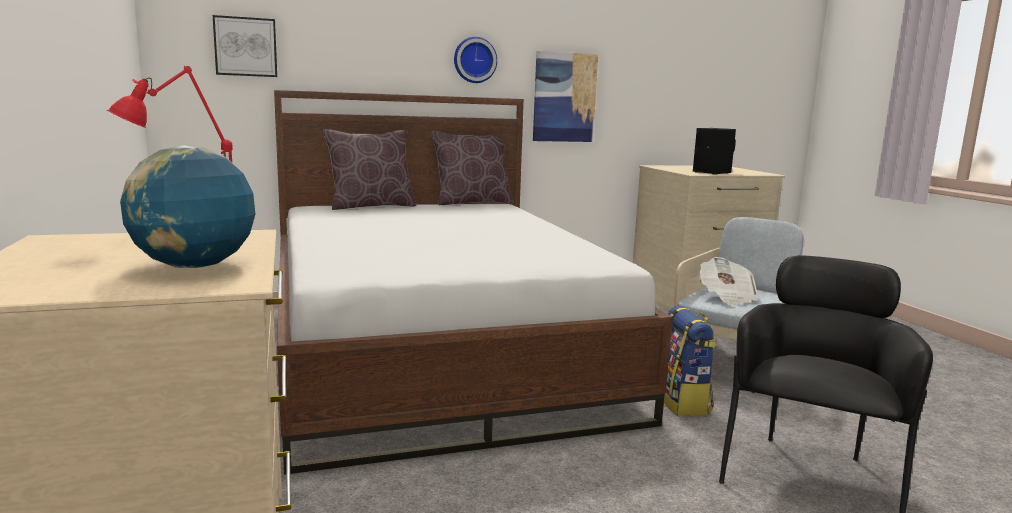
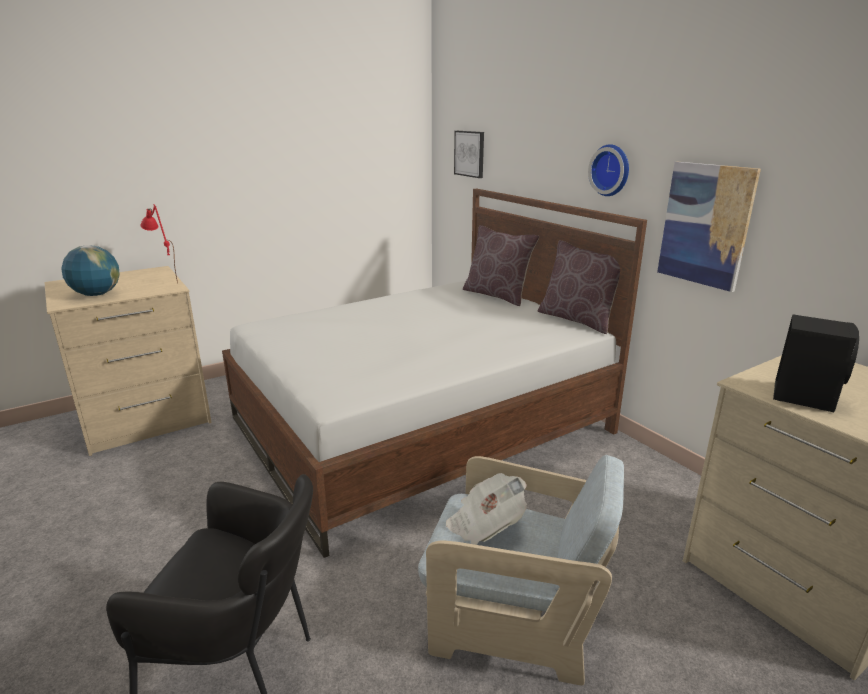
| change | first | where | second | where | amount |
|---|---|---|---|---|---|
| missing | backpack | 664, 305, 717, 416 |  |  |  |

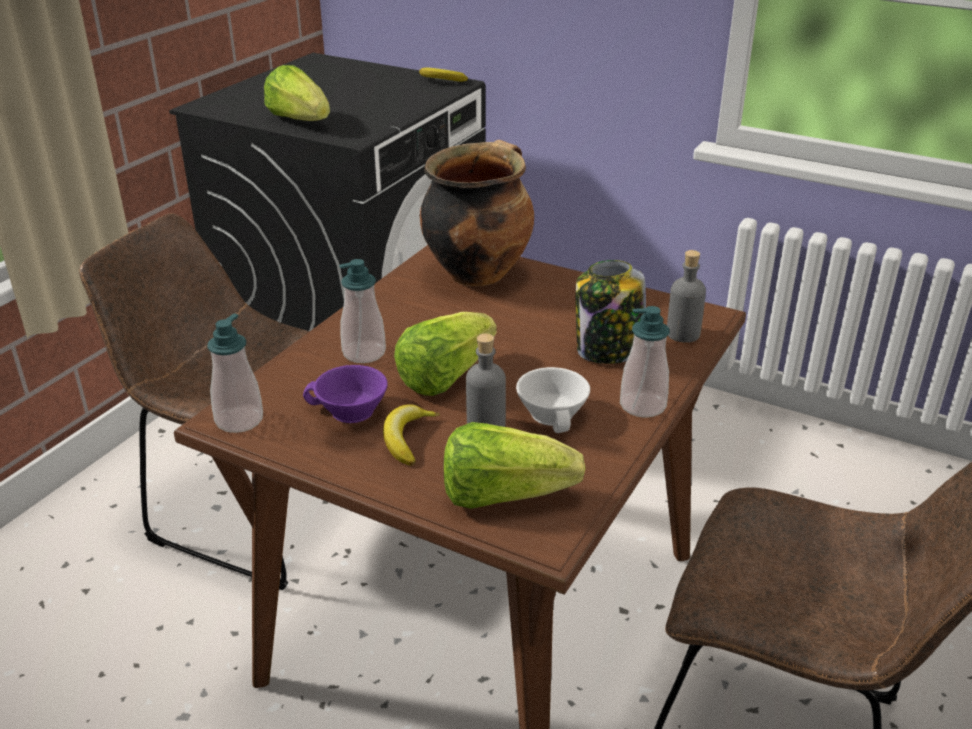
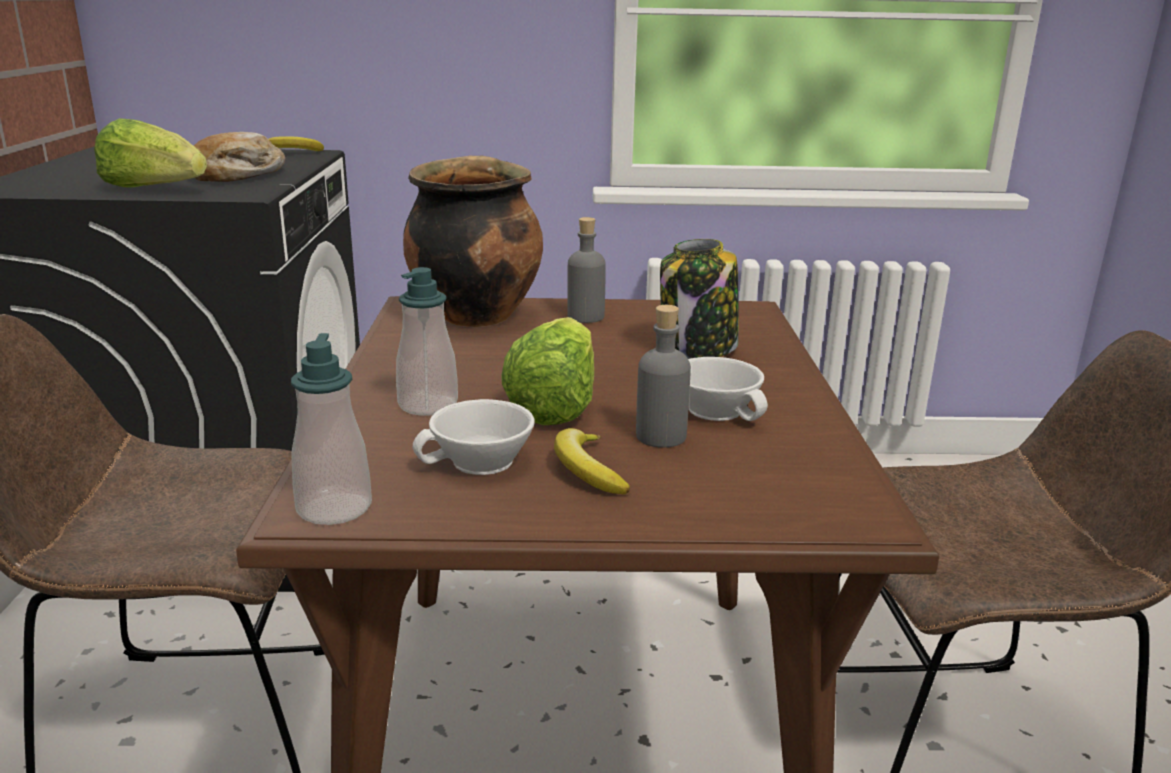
| change | first | where | second | where | amount |
|---|---|---|---|---|---|
| missing | lettuce | 444, 422, 585, 509 |  |  |  |
| missing | soap dispenser | 620, 306, 669, 418 |  |  |  |
| appeared |  |  | bread | 194, 132, 285, 182 |  |
| relocated | grey bottle | 667, 250, 706, 343 |  | 567, 217, 606, 323 |  |
| colour | purple cup | 303, 365, 388, 423 | white cup | 413, 399, 535, 475 |  |

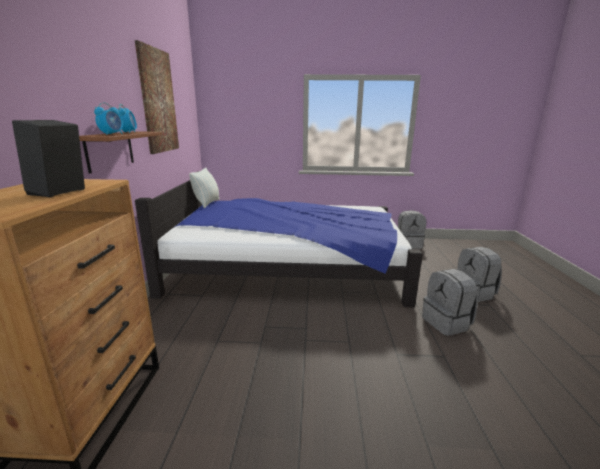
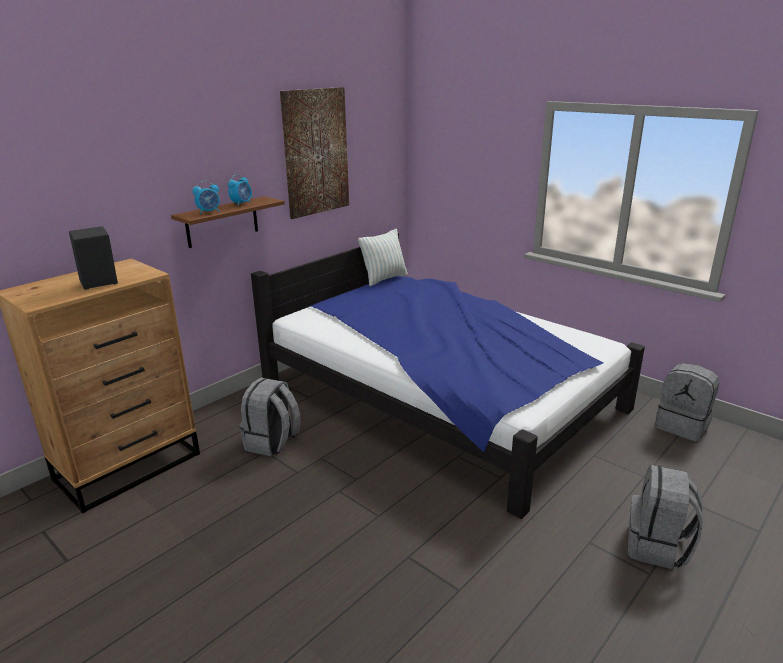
| change | first | where | second | where | amount |
|---|---|---|---|---|---|
| relocated | grey backpack | 422, 269, 478, 336 |  | 239, 378, 301, 457 |  |

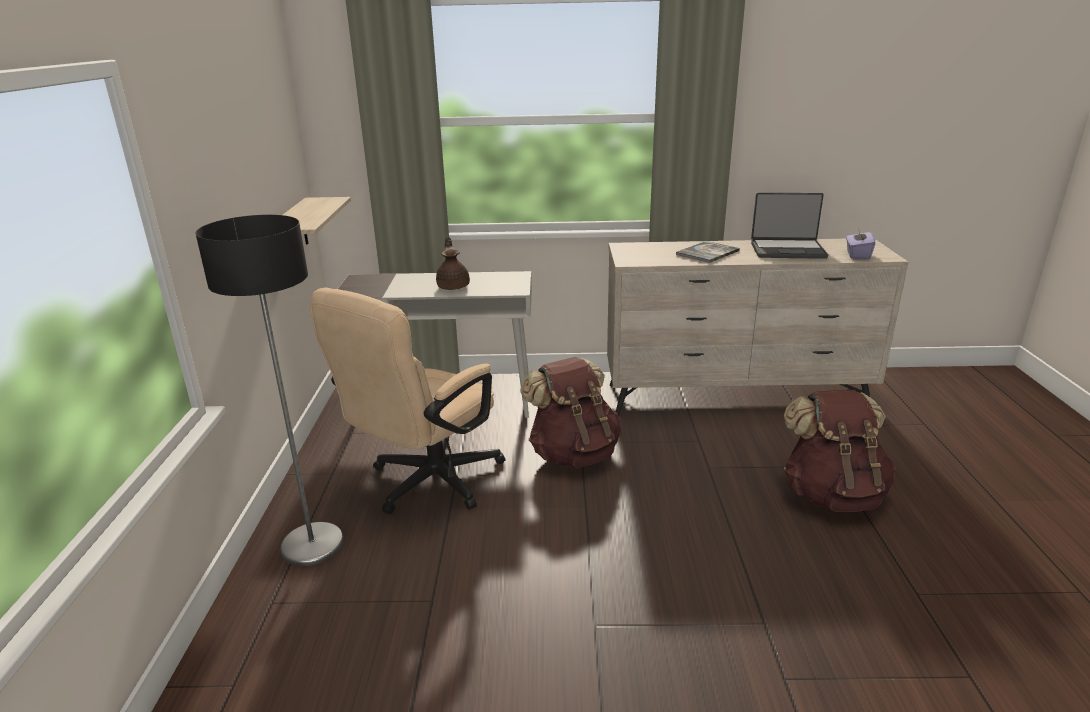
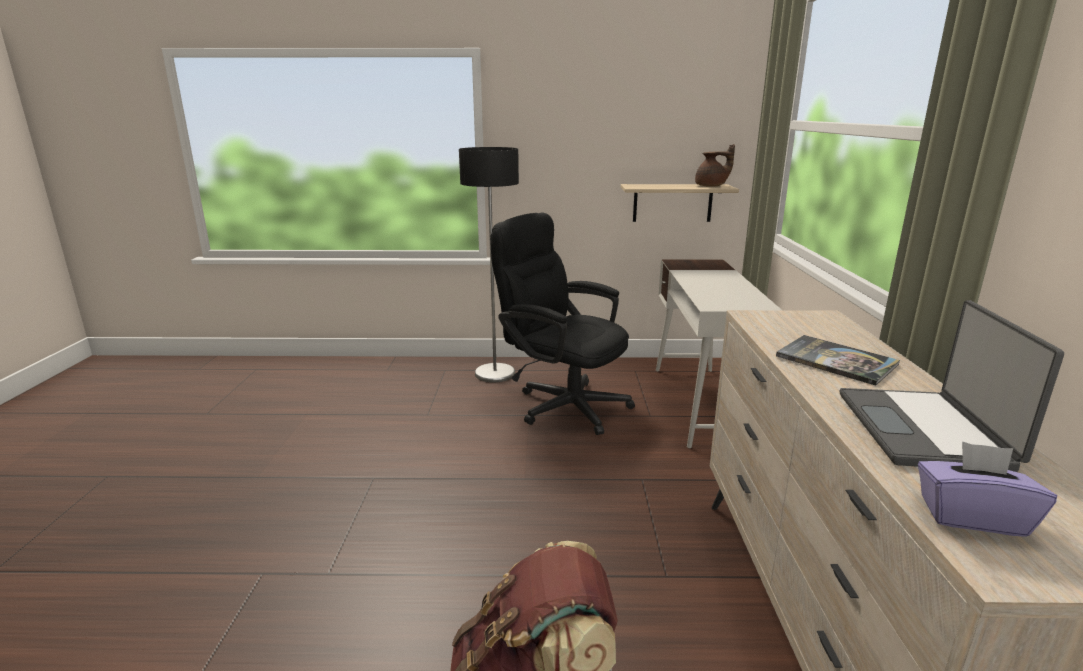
| change | first | where | second | where | amount |
|---|---|---|---|---|---|
| missing | brown backpack | 520, 357, 621, 468 |  |  |  |
| relocated | brown teapot | 436, 237, 470, 290 |  | 695, 144, 735, 187 |  |
| colour | beige office chair | 310, 288, 505, 514 | black office chair | 490, 213, 635, 435 |  |

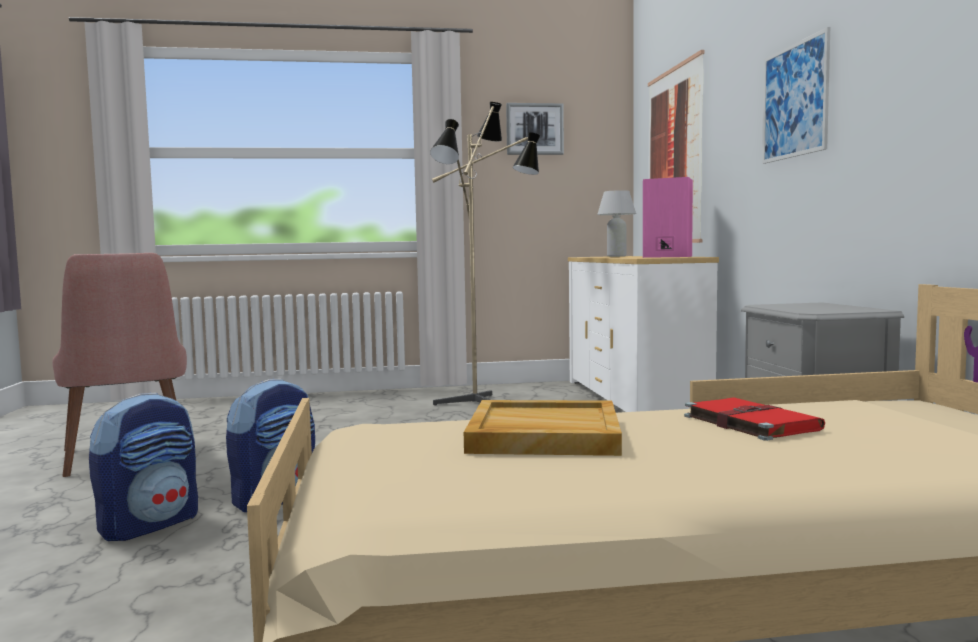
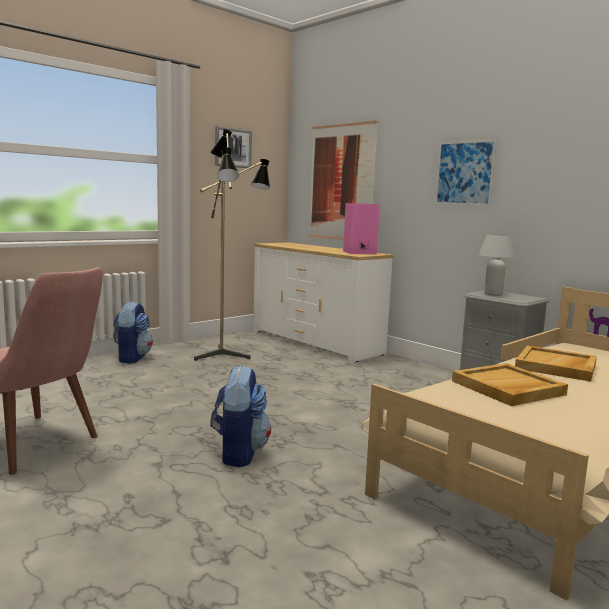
| change | first | where | second | where | amount |
|---|---|---|---|---|---|
| relocated | backpack | 89, 393, 198, 541 |  | 113, 301, 153, 364 |  |
| relocated | white table lamp | 597, 190, 636, 257 |  | 479, 234, 516, 296 |  |
| exchanged | red book | 684, 397, 825, 441 | beige tray | 515, 345, 597, 382 |  |

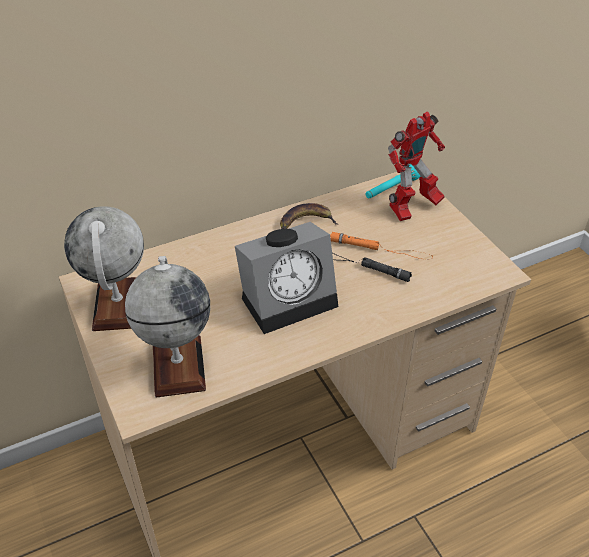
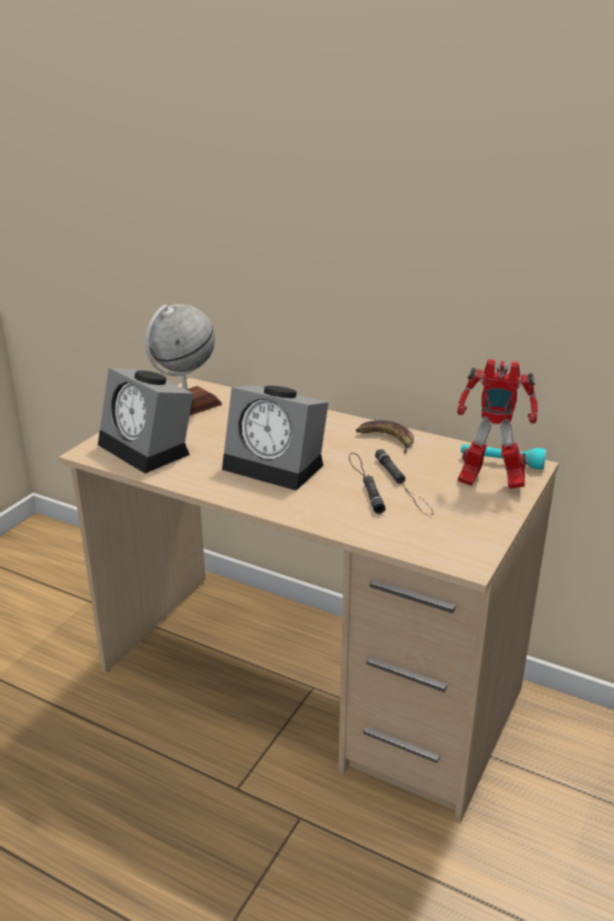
| change | first | where | second | where | amount |
|---|---|---|---|---|---|
| exchanged | globe | 125, 256, 210, 398 | alarm clock | 98, 368, 193, 473 |  |
| colour | orange flashlight | 330, 232, 433, 260 | black flashlight | 375, 449, 433, 515 |  |

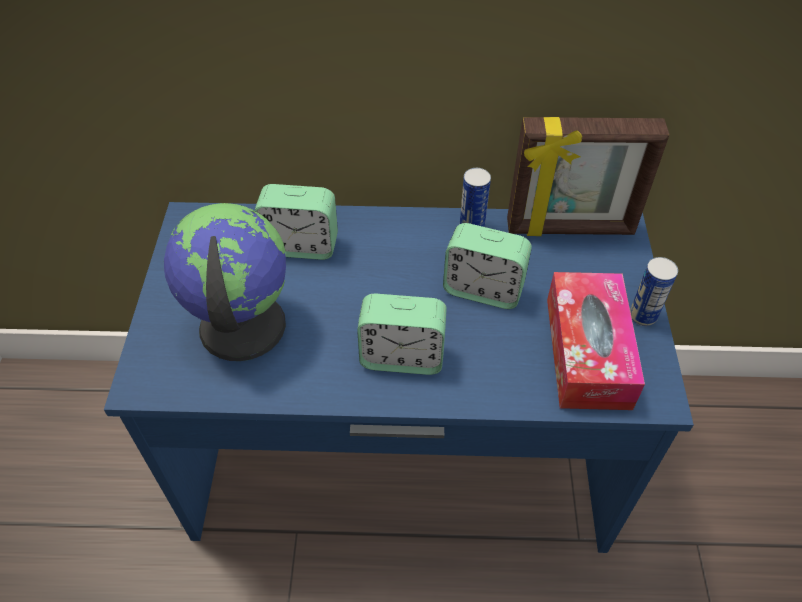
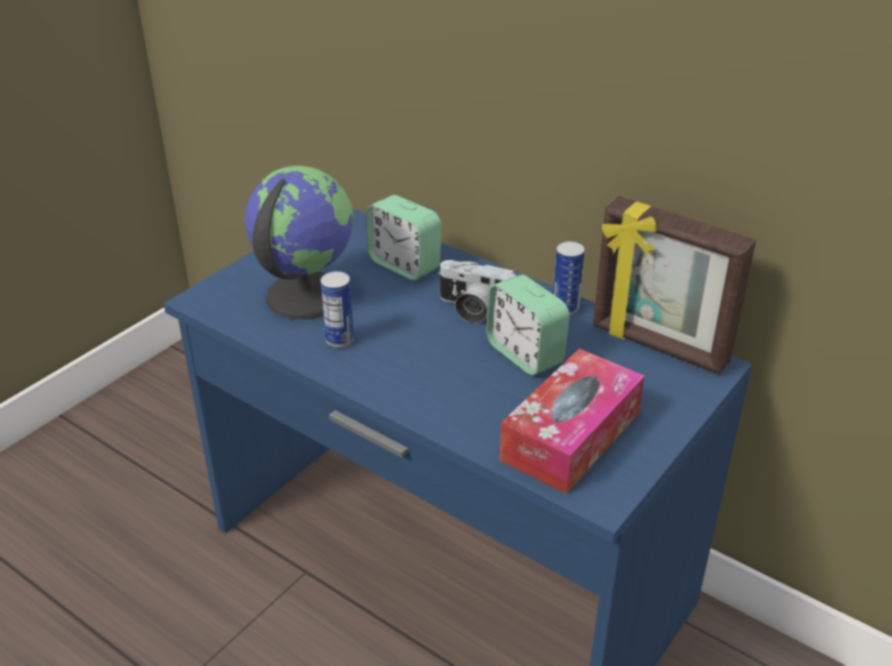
| change | first | where | second | where | amount |
|---|---|---|---|---|---|
| missing | alarm clock | 357, 294, 447, 375 |  |  |  |
| appeared |  |  | photo camera | 438, 260, 516, 323 |  |
| relocated | can | 630, 257, 678, 326 |  | 320, 271, 354, 348 |  |

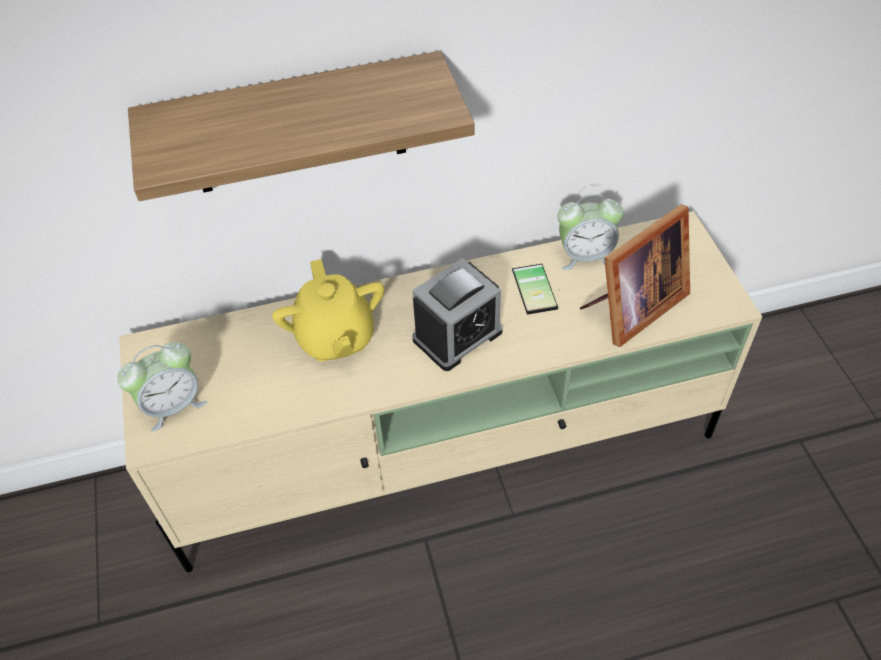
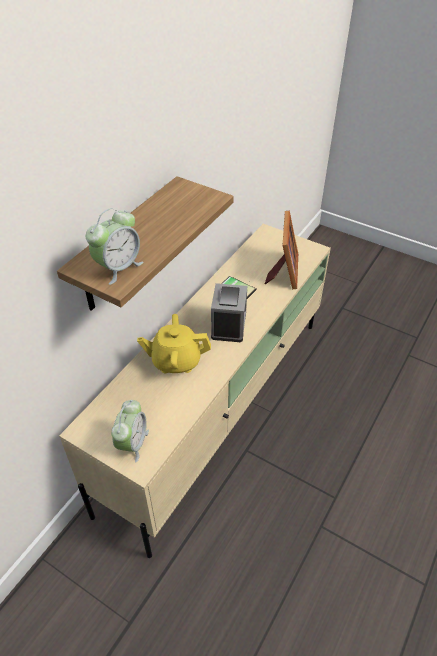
| change | first | where | second | where | amount |
|---|---|---|---|---|---|
| relocated | alarm clock | 557, 194, 624, 270 |  | 86, 208, 143, 285 |  |
| spun | yellow teapot | 272, 259, 384, 362 |  | 137, 314, 211, 373 | 150 degrees clockwise |

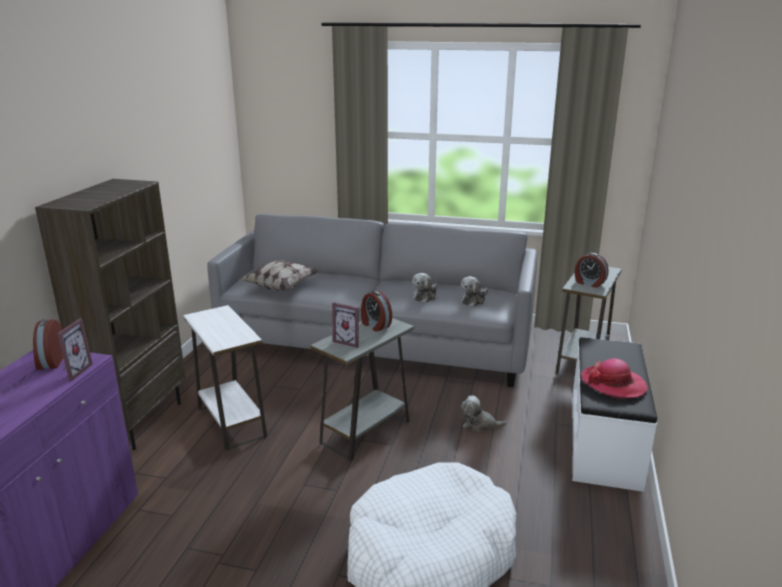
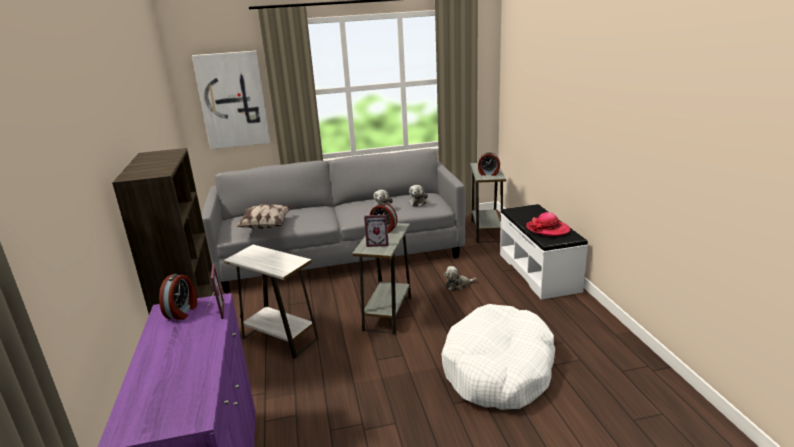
| change | first | where | second | where | amount |
|---|---|---|---|---|---|
| appeared |  |  | picture | 192, 51, 270, 149 |  |
| spun | alarm clock | 33, 319, 63, 370 |  | 159, 274, 197, 320 | 135 degrees counterclockwise |

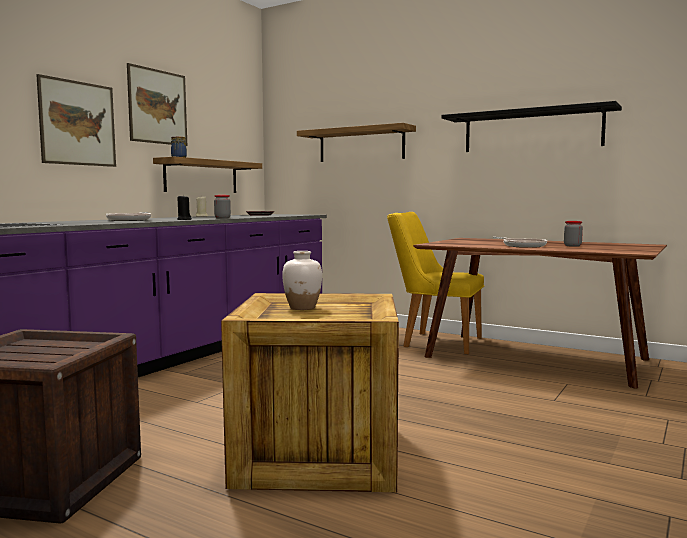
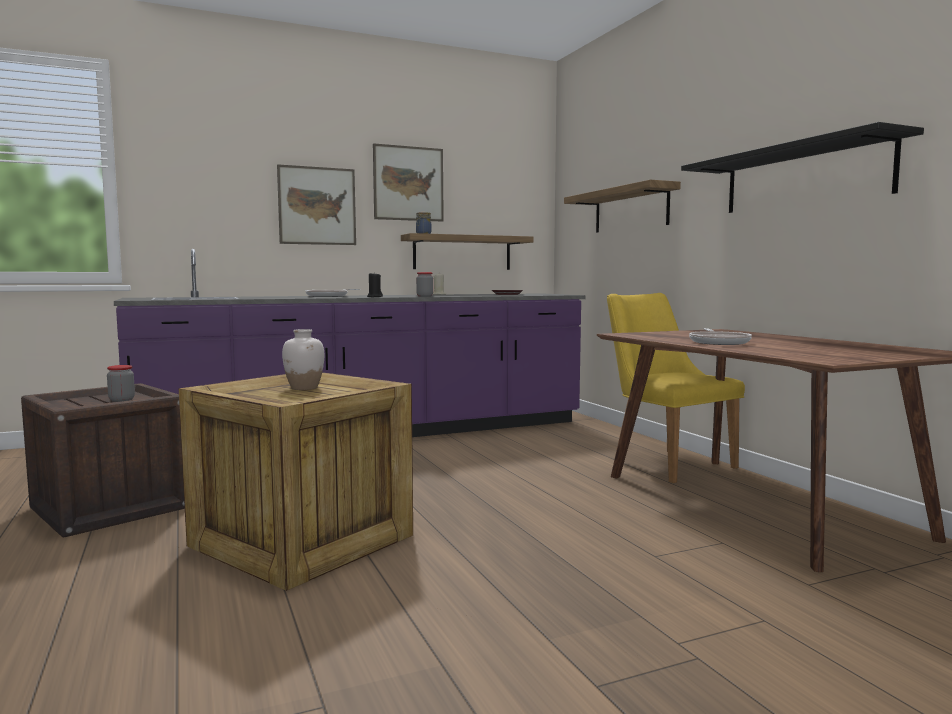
| change | first | where | second | where | amount |
|---|---|---|---|---|---|
| relocated | jar | 564, 221, 583, 247 |  | 107, 365, 135, 402 |  |

